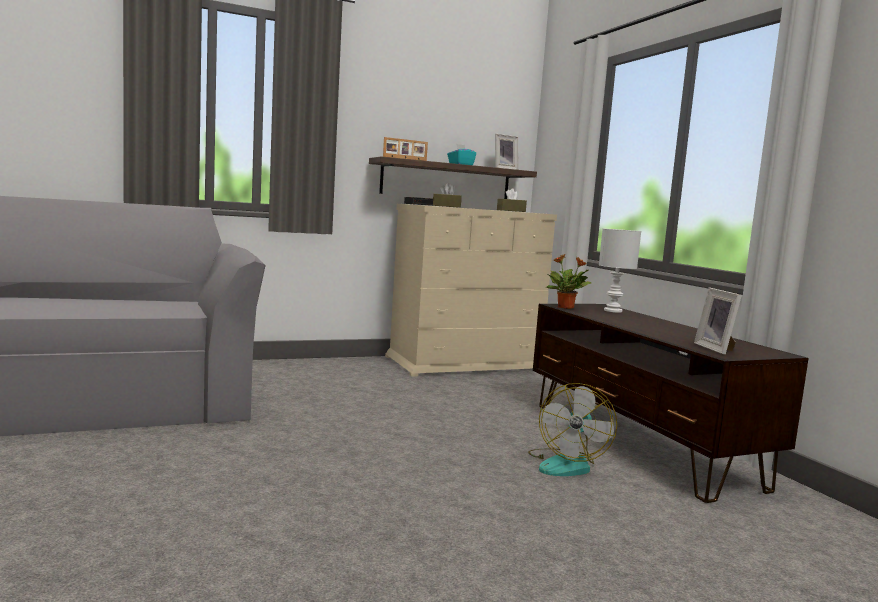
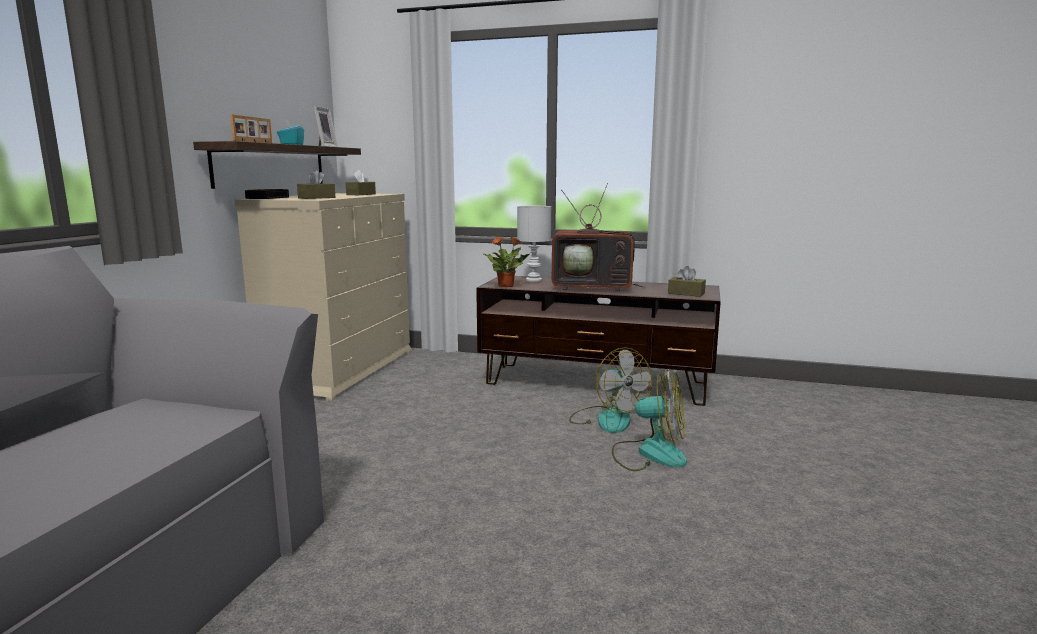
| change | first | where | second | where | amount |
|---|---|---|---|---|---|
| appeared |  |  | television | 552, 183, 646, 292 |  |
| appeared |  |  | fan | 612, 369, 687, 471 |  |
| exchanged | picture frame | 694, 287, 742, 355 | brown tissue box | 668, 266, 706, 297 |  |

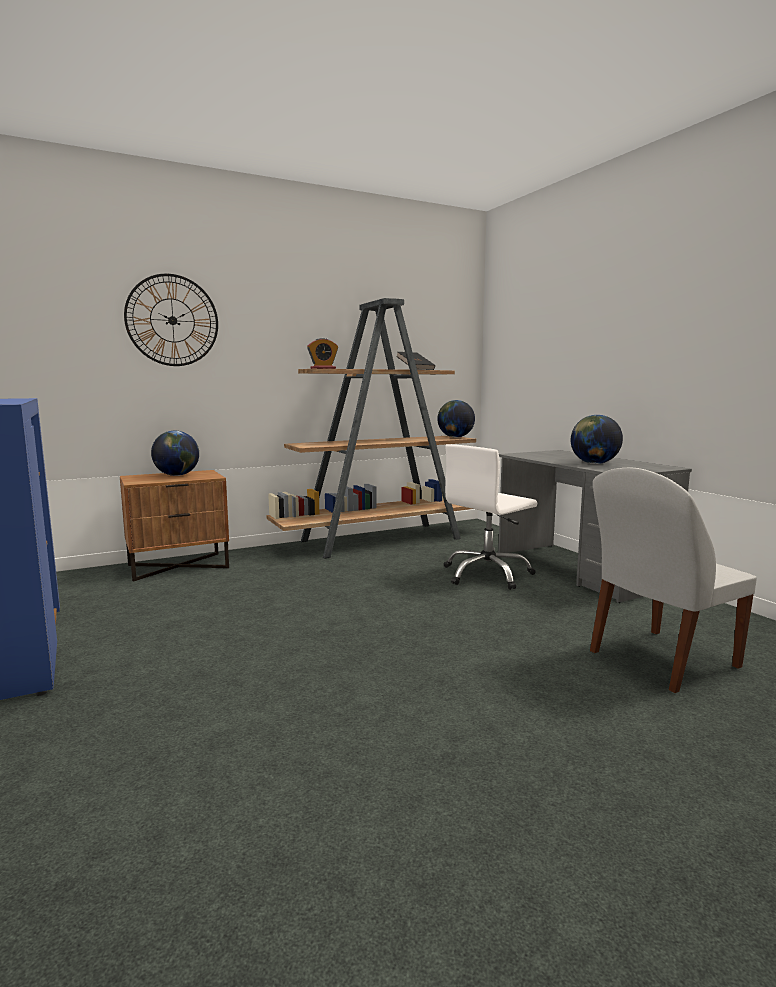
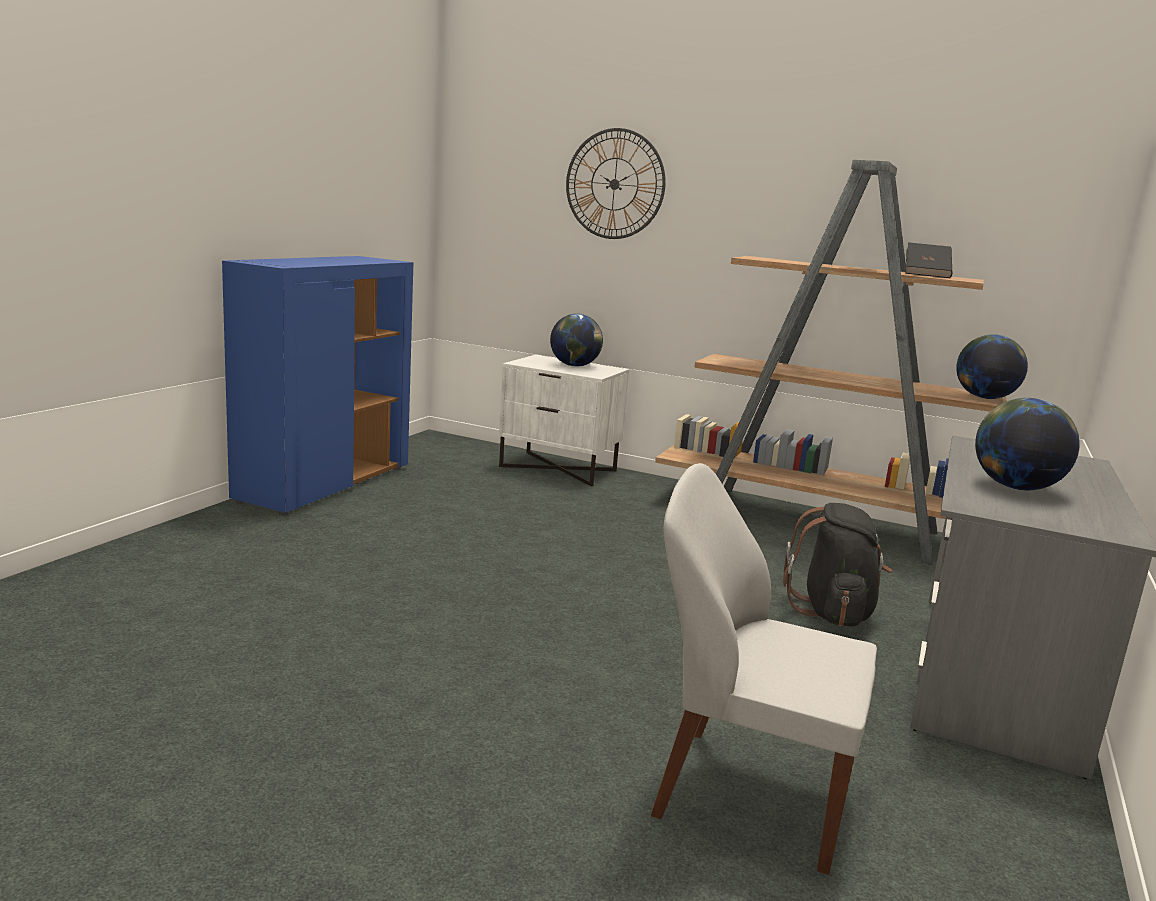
| change | first | where | second | where | amount |
|---|---|---|---|---|---|
| missing | alarm clock | 307, 338, 338, 369 |  |  |  |
| exchanged | white office chair | 444, 444, 537, 590 | black backpack | 783, 503, 892, 627 |  |
| colour | brown nightstand | 120, 470, 229, 581 | white nightstand | 499, 355, 629, 487 |  |

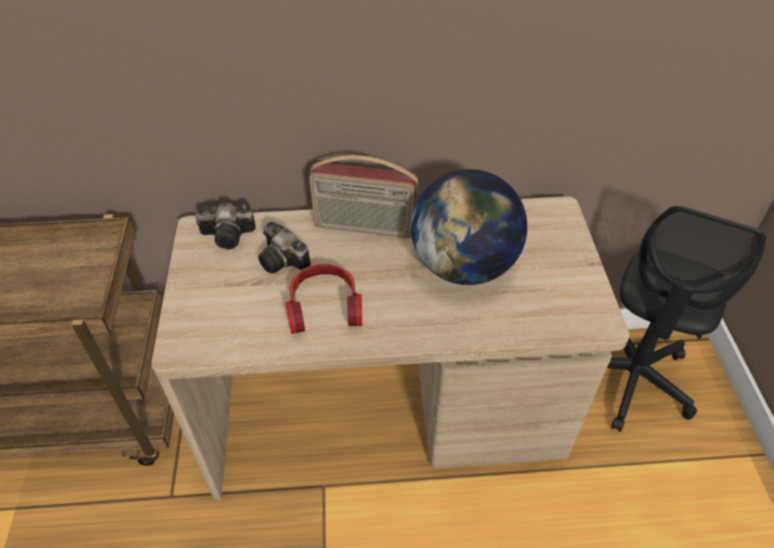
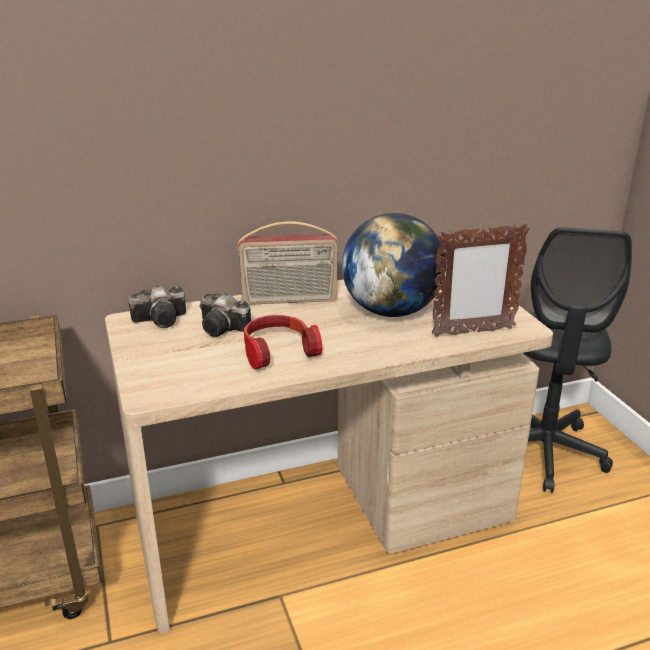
| change | first | where | second | where | amount |
|---|---|---|---|---|---|
| appeared |  |  | picture frame | 432, 223, 530, 337 |  |

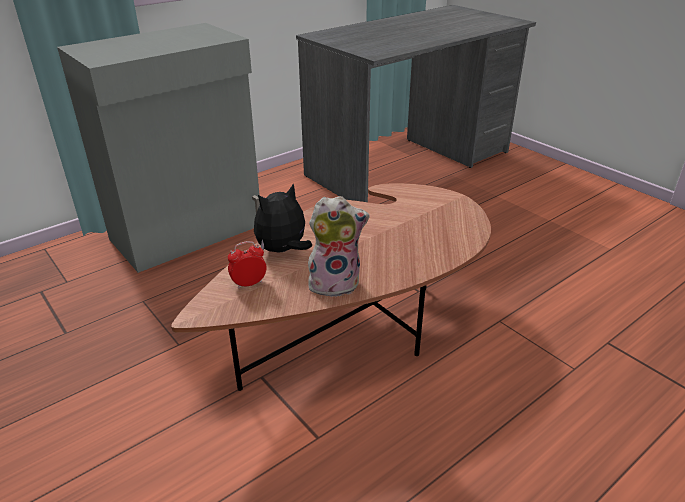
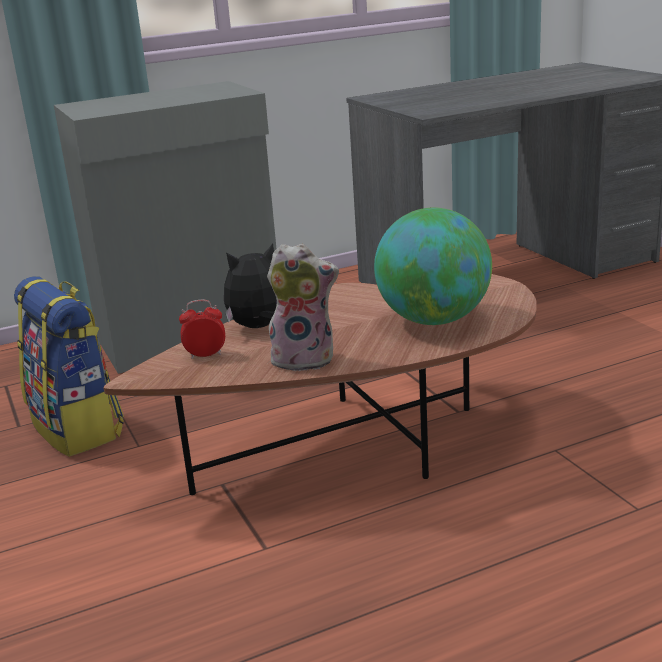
| change | first | where | second | where | amount |
|---|---|---|---|---|---|
| appeared |  |  | backpack | 14, 277, 124, 457 |  |
| appeared |  |  | globe | 374, 207, 492, 325 |  |

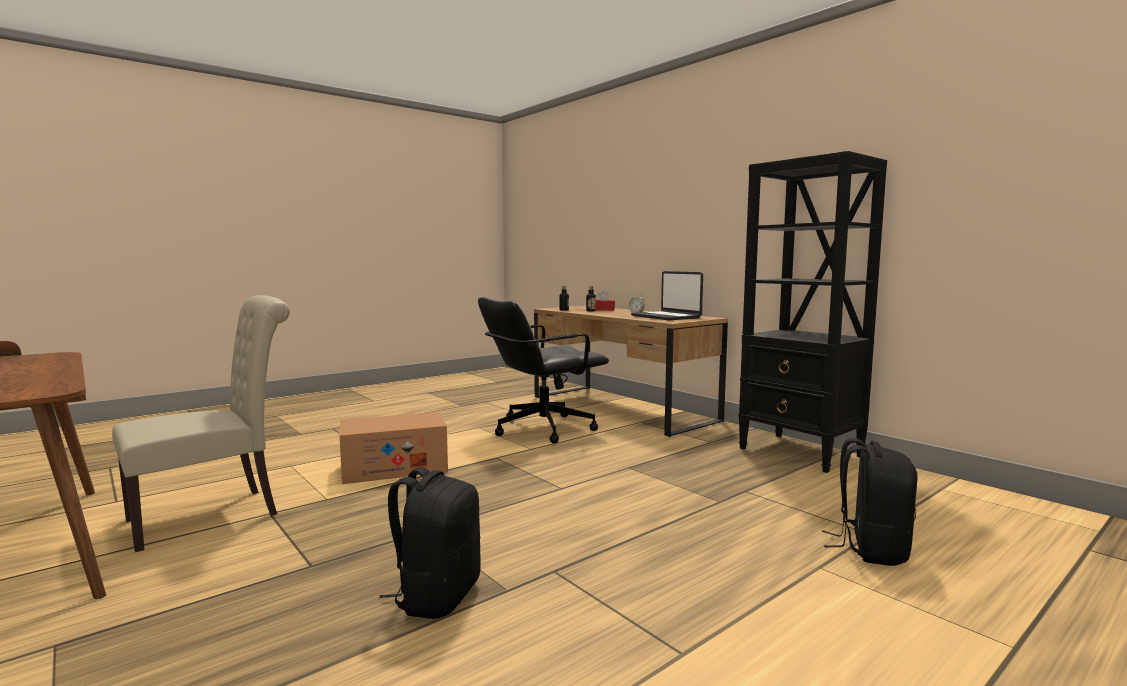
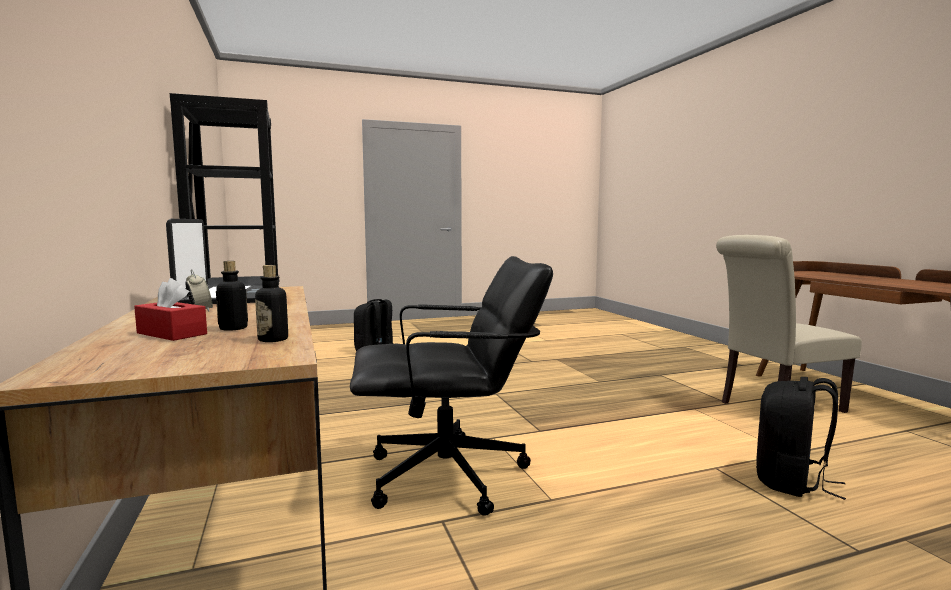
| change | first | where | second | where | amount |
|---|---|---|---|---|---|
| missing | cardboard box | 339, 412, 448, 484 |  |  |  |
| relocated | black backpack | 379, 467, 481, 619 |  | 756, 377, 846, 500 |  |

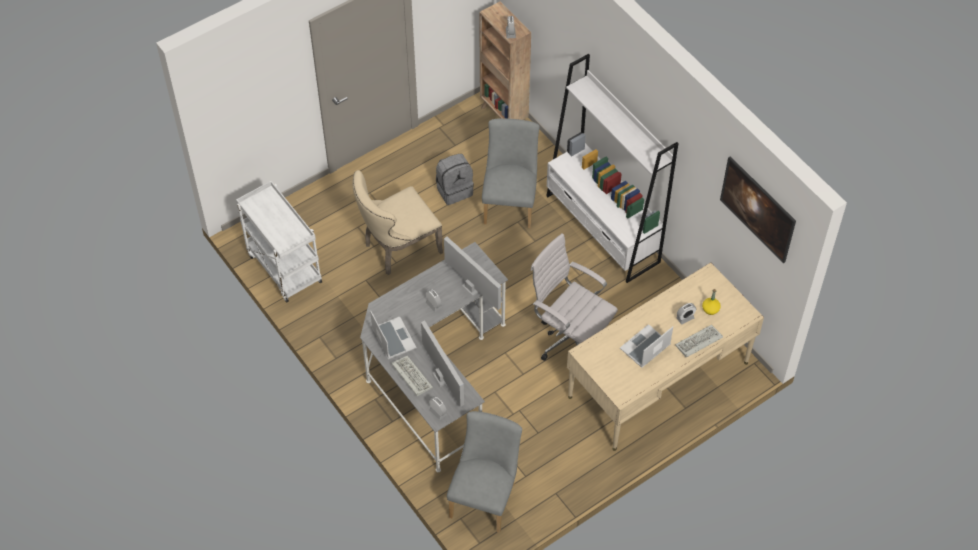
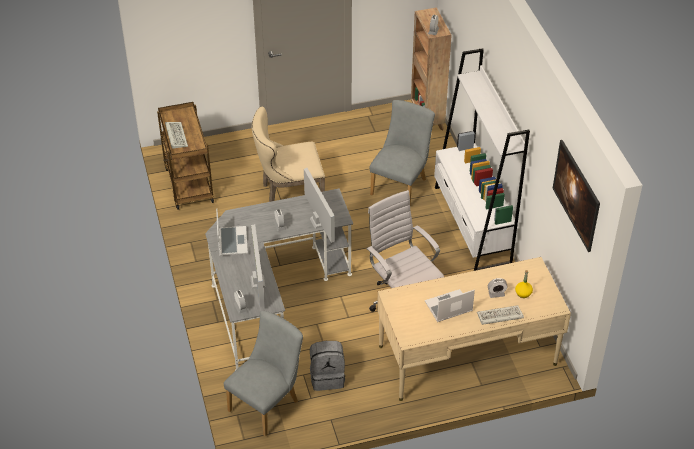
| change | first | where | second | where | amount |
|---|---|---|---|---|---|
| relocated | keyboard | 391, 356, 433, 396 |  | 165, 122, 188, 149 |  |
| relocated | grey backpack | 436, 154, 474, 205 |  | 310, 341, 345, 391 |  |
| colour | white cart | 236, 181, 322, 302 | brown cart | 157, 102, 214, 210 |  |

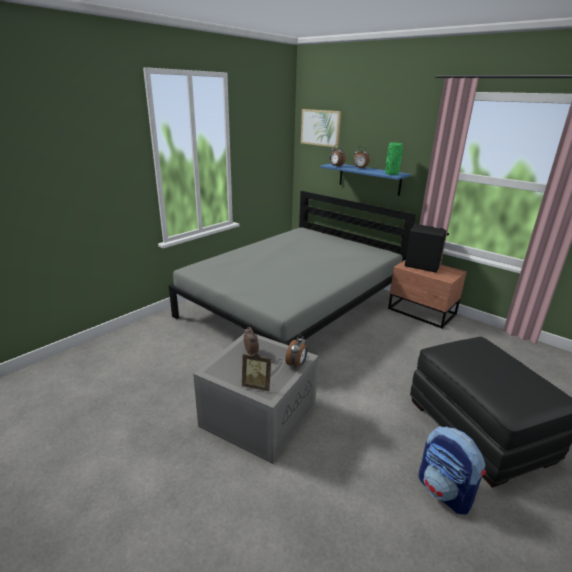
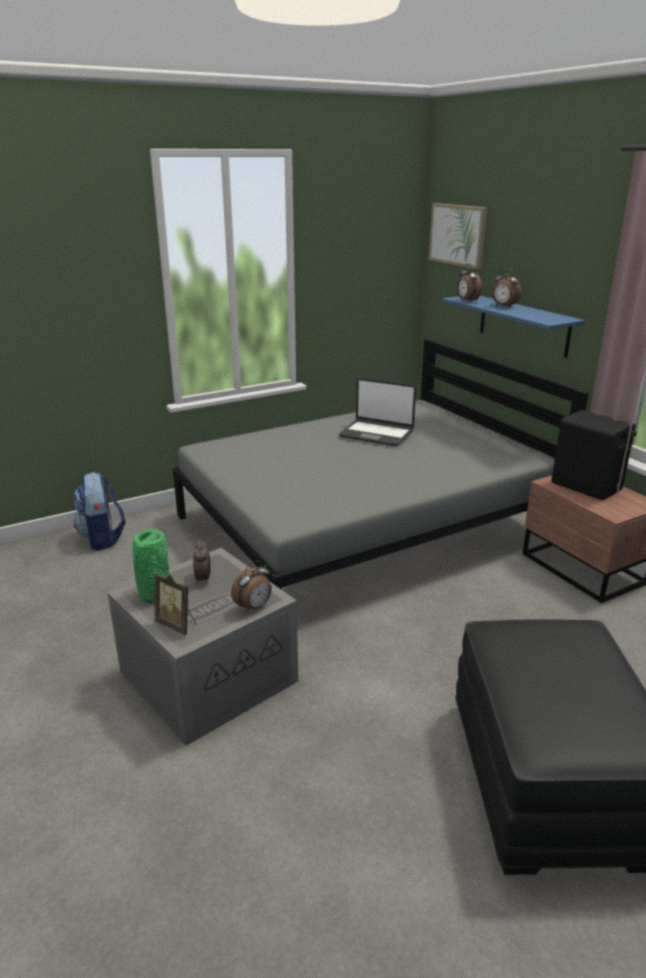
| change | first | where | second | where | amount |
|---|---|---|---|---|---|
| appeared |  |  | laptop | 339, 378, 416, 446 |  |
| relocated | green vase | 385, 142, 403, 175 |  | 133, 529, 169, 603 |  |
| relocated | backpack | 419, 426, 486, 514 |  | 74, 472, 126, 551 |  |

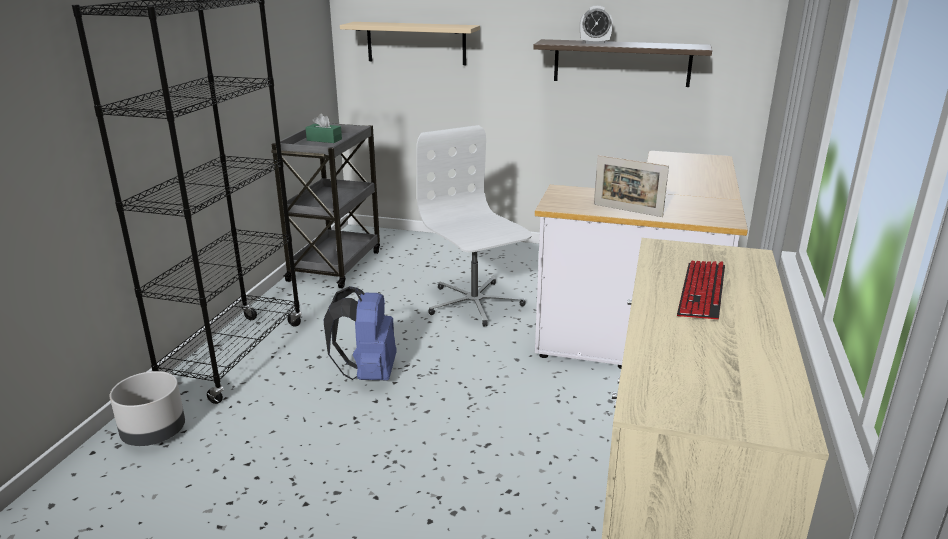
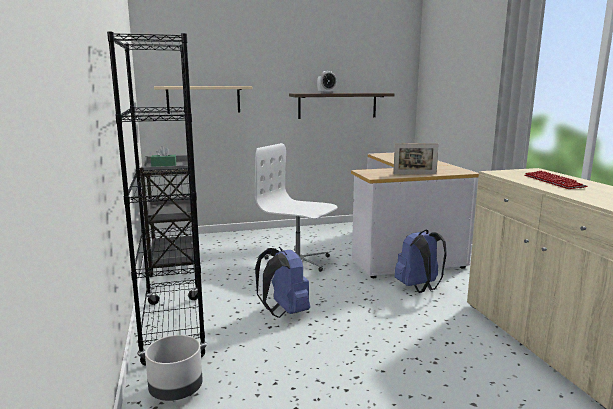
| change | first | where | second | where | amount |
|---|---|---|---|---|---|
| appeared |  |  | blue backpack | 394, 230, 447, 293 |  |

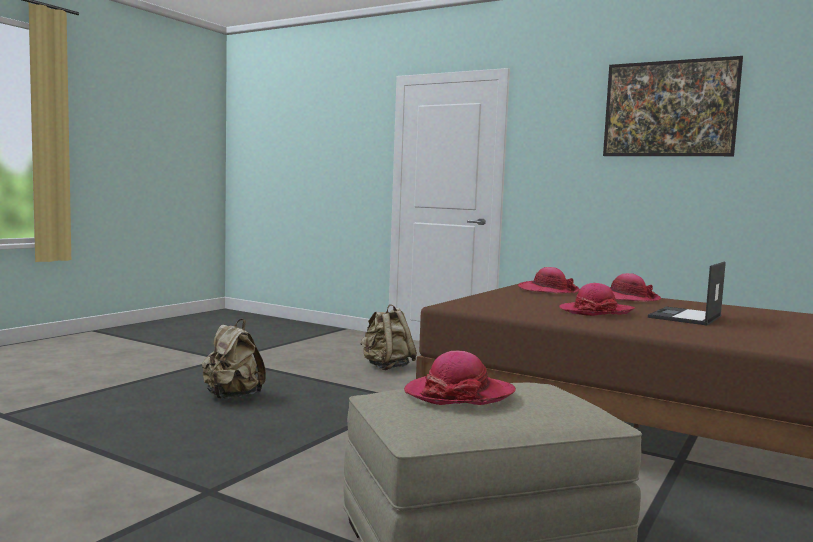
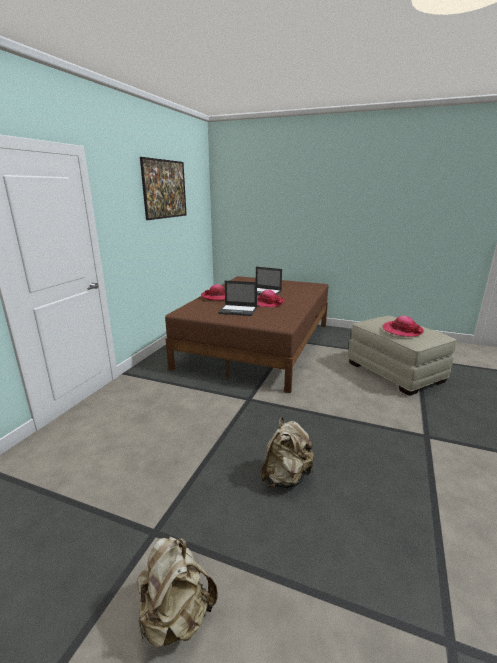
| change | first | where | second | where | amount |
|---|---|---|---|---|---|
| missing | hat | 518, 267, 580, 293 |  |  |  |
| appeared |  |  | laptop | 218, 281, 257, 316 |  |
| relocated | beige backpack | 360, 305, 417, 370 |  | 137, 536, 218, 648 |  |

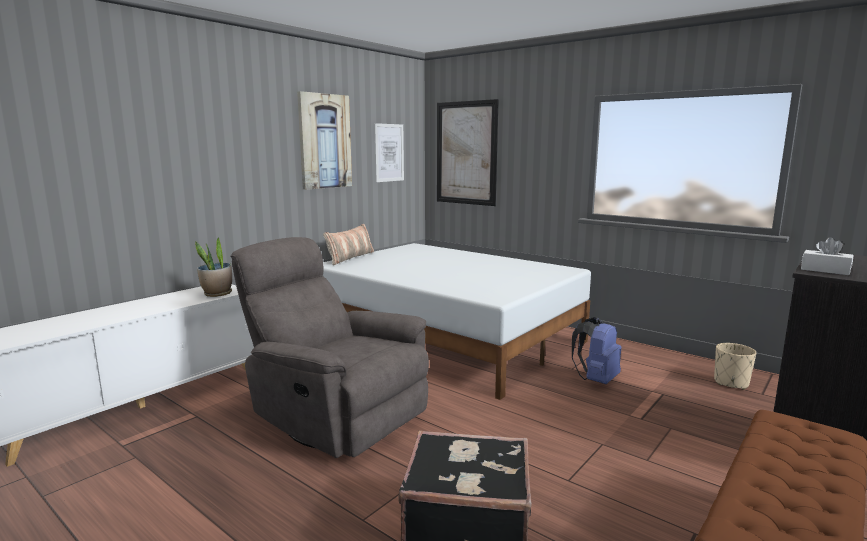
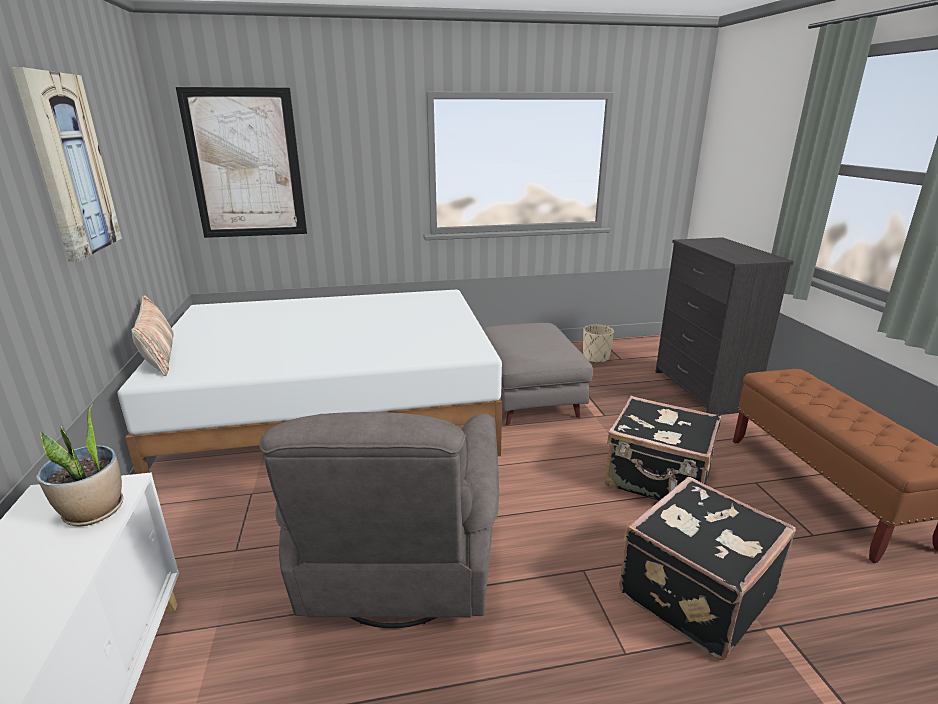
| change | first | where | second | where | amount |
|---|---|---|---|---|---|
| missing | picture | 374, 123, 404, 182 |  |  |  |
| missing | white tissue box | 801, 237, 853, 275 |  |  |  |
| appeared |  |  | black suitcase | 605, 396, 721, 501 |  |
| exchanged | blue backpack | 572, 317, 621, 384 | grey ottoman | 482, 323, 593, 425 |  |
| spun | grey armchair | 230, 237, 429, 458 |  | 259, 412, 499, 628 | 75 degrees counterclockwise |

